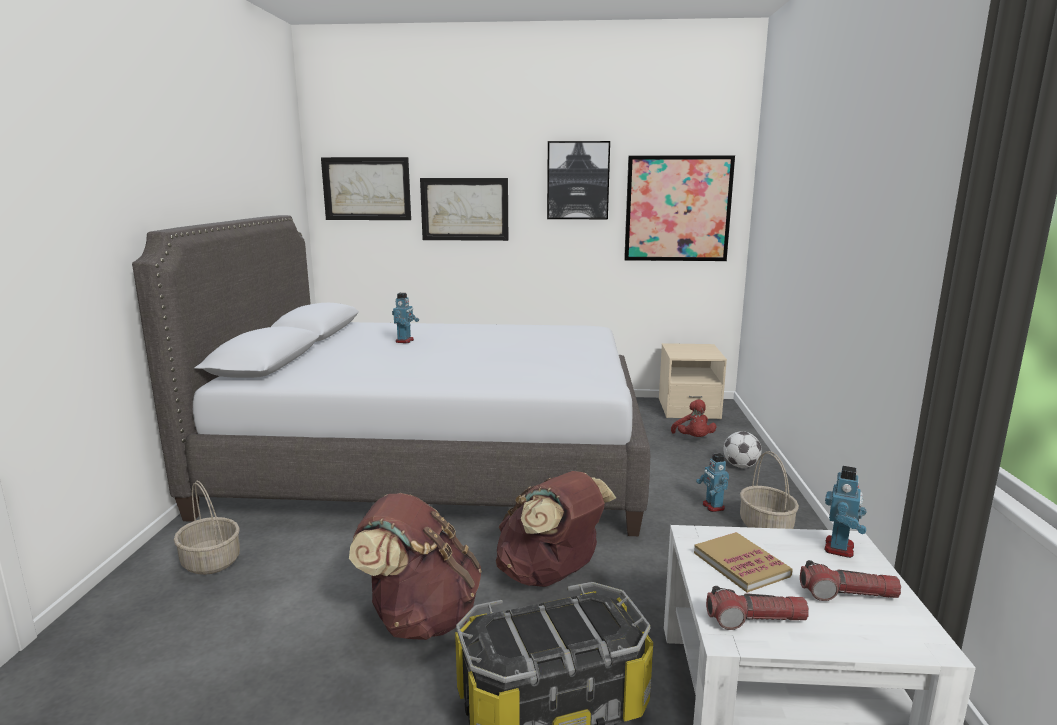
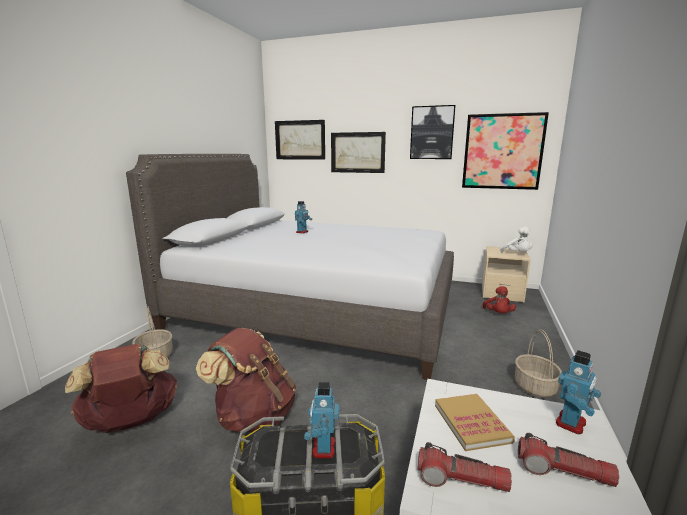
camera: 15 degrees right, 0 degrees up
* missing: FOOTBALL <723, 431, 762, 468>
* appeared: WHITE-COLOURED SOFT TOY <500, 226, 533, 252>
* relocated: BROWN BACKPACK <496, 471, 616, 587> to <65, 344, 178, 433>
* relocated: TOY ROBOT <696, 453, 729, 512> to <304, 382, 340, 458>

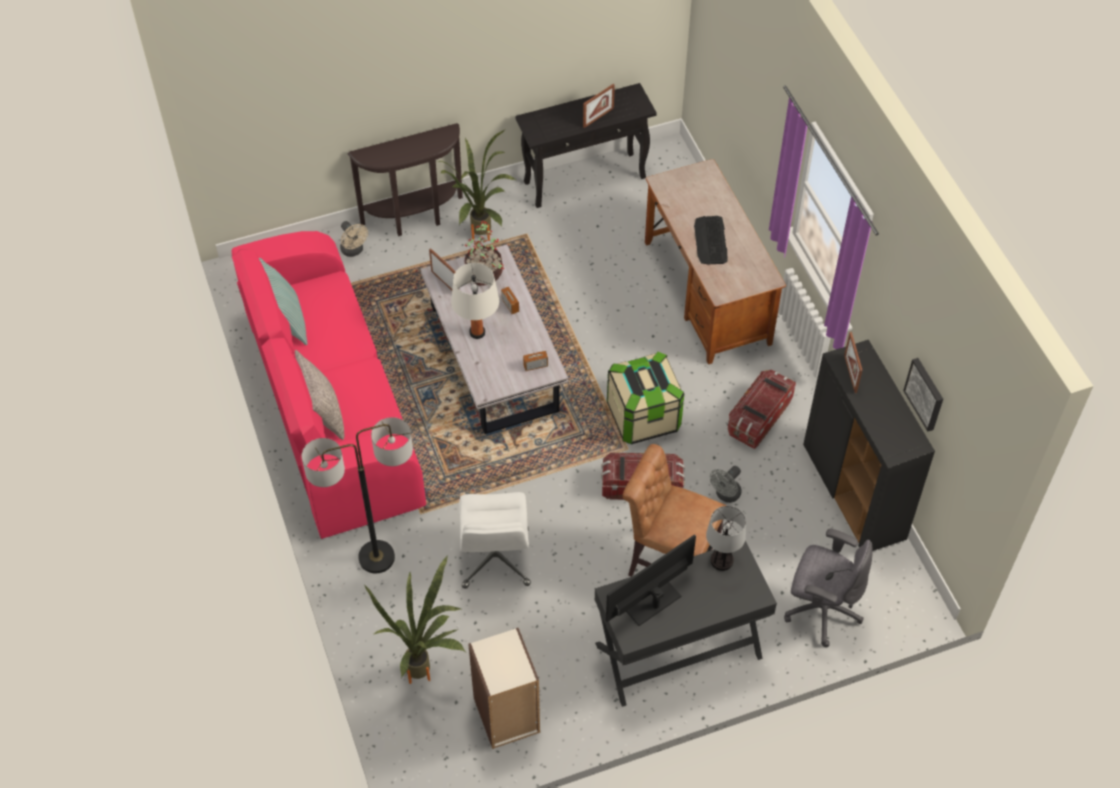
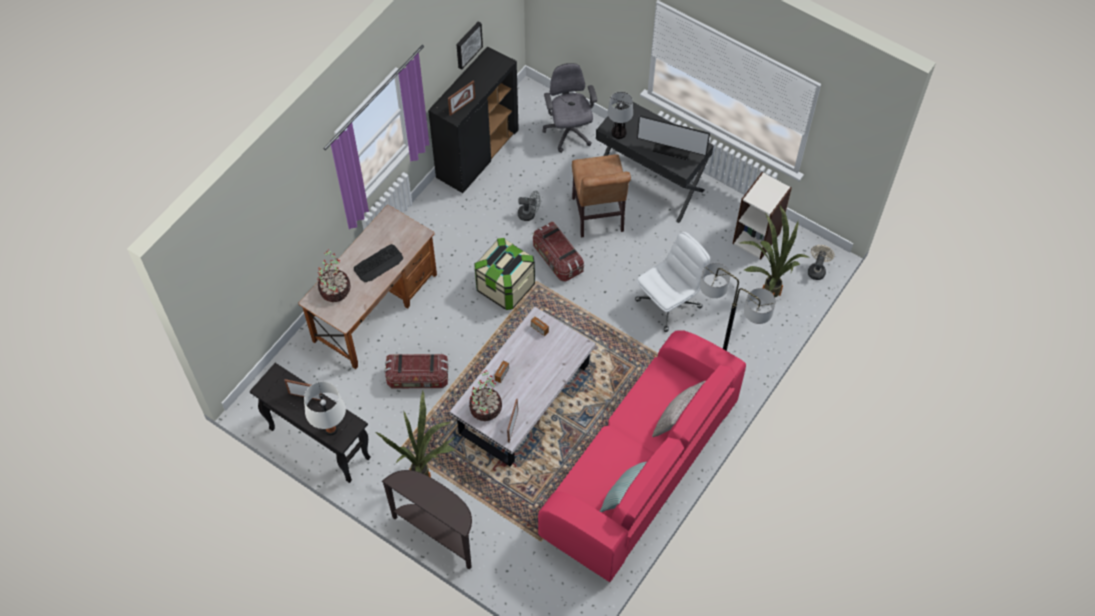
camera: 125 degrees left, 5 degrees up
* appeared: POTTED PLANT <317, 250, 350, 302>
* relocated: SAND-COLOURED COOLING FAN <340, 221, 368, 257> to <808, 245, 835, 280>
* relocated: WHITE-COLOURED LAMP FOR A TABLE <451, 263, 499, 339> to <304, 382, 346, 435>
* relocated: STORAGE BIN <728, 370, 796, 449> to <385, 354, 448, 388>

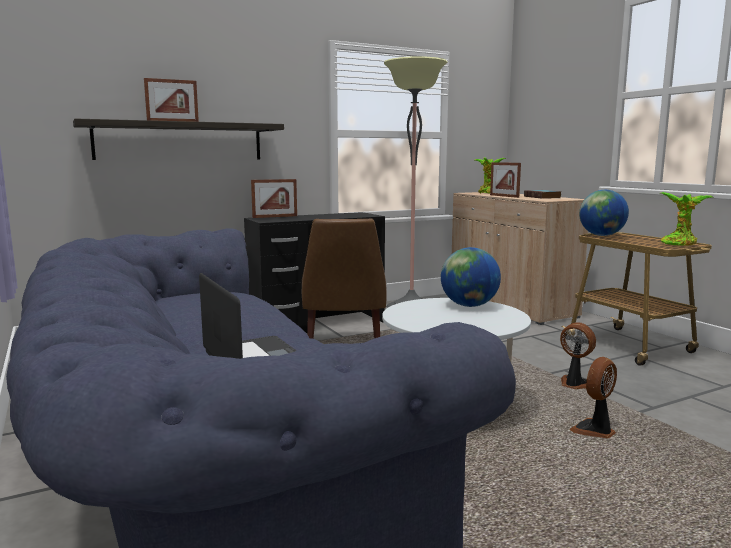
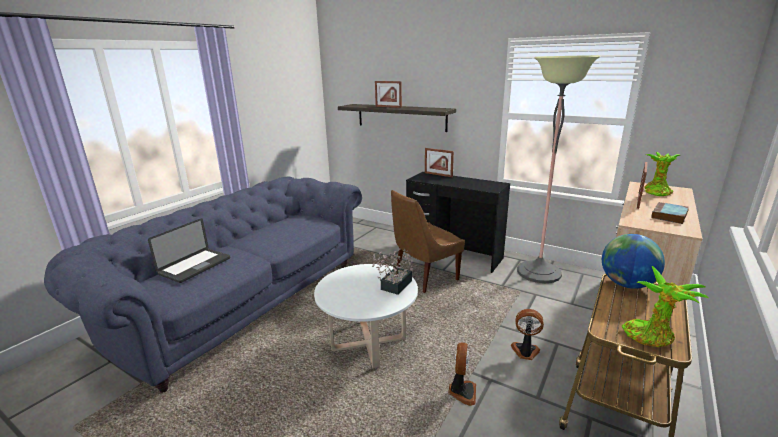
camera: 60 degrees right, 10 degrees up
* relocated: COOLING FAN <570, 357, 617, 439> to <511, 309, 544, 360>
* exchanged: DESK GLOBE <441, 247, 501, 307> to POTTED PLANT <372, 249, 413, 295>

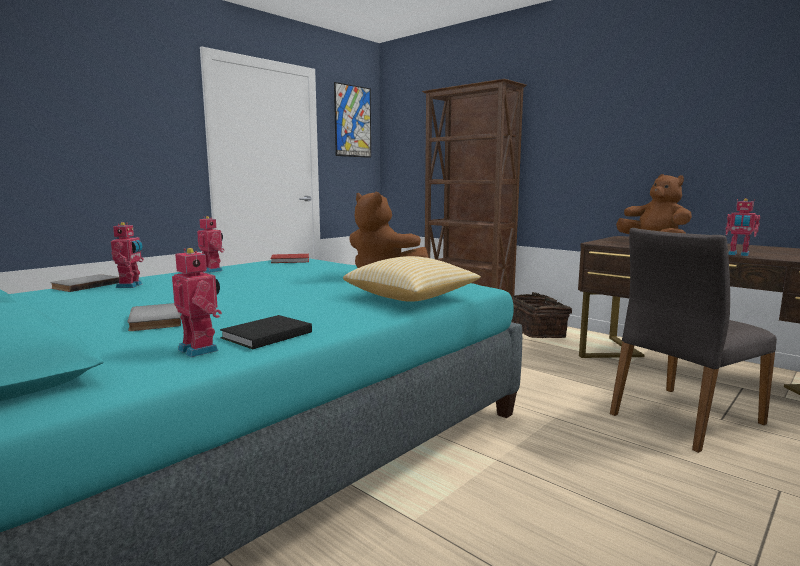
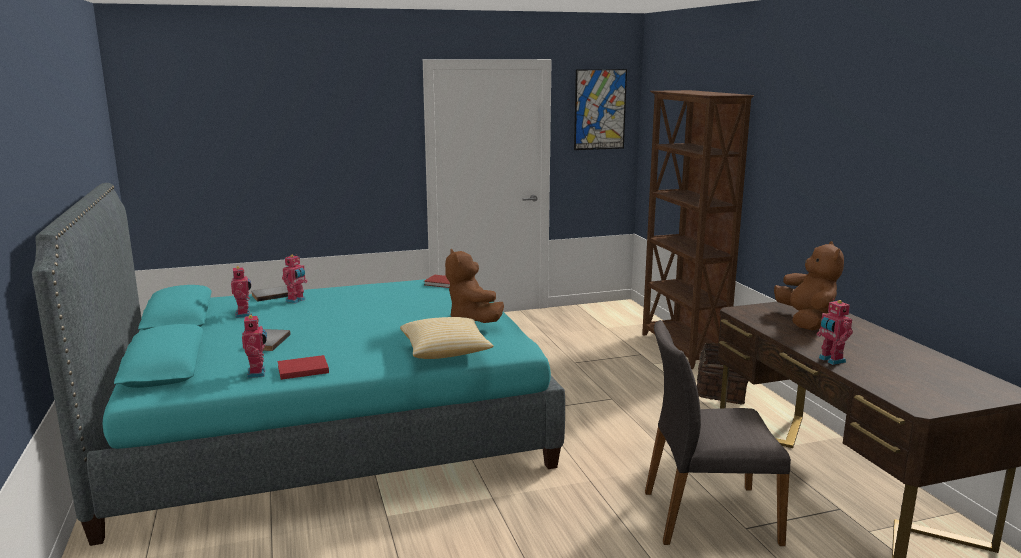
camera: 30 degrees right, 5 degrees up
* relocated: TOY ROBOT <197, 216, 225, 273> to <231, 266, 251, 318>
* colour: BLACK-COLOURED BOUND BOOK <220, 315, 312, 349> to RED-COLOURED BOUND BOOK <278, 355, 329, 380>

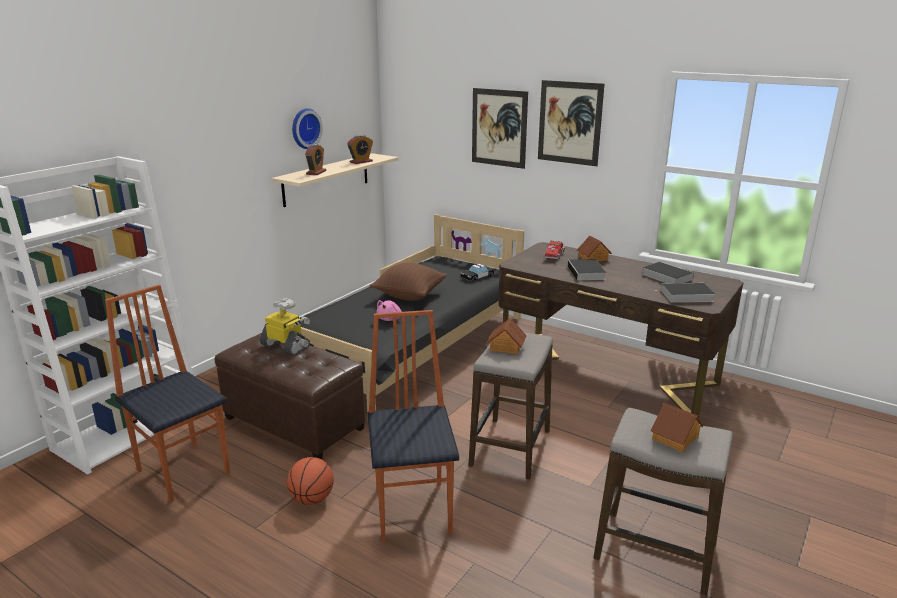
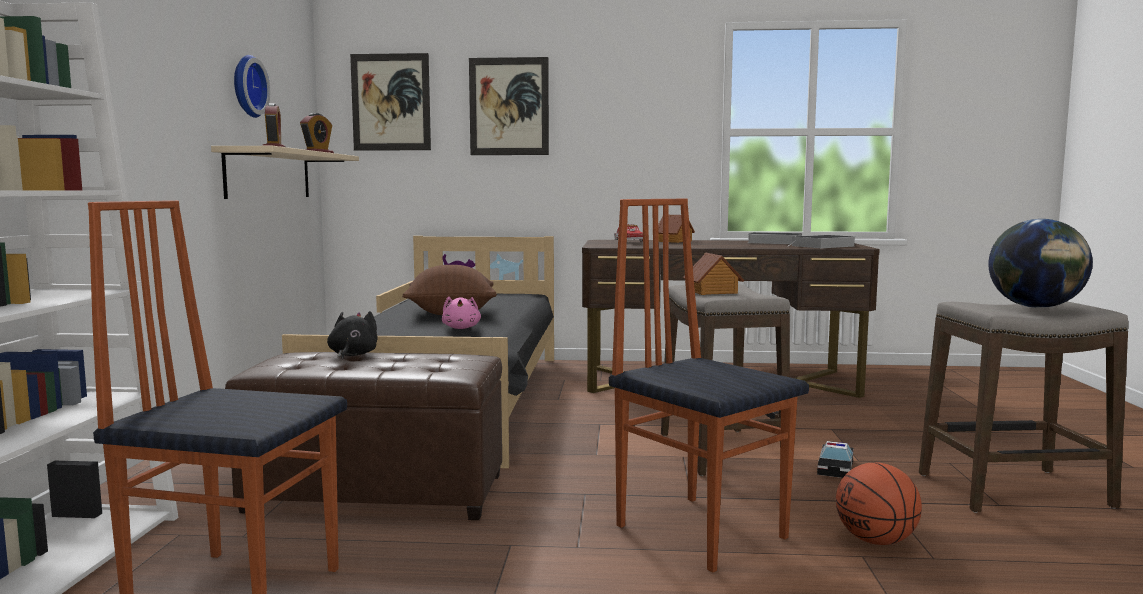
camera: 30 degrees left, 15 degrees down
* missing: BOUND BOOK <568, 259, 606, 283>
* relocated: BASKETBALL <287, 457, 334, 505> to <836, 462, 922, 545>
* relocated: MODEL CAR <461, 264, 494, 282> to <817, 441, 854, 478>
* relocated: WALL ART <538, 80, 604, 166> to <350, 53, 431, 151>
* exchanged: TOY ROBOT <260, 298, 310, 355> to BLACK-COLOURED SOFT TOY <327, 311, 378, 360>
* exchanged: TOY HOUSE <651, 402, 703, 452> to DESK GLOBE <988, 219, 1093, 308>

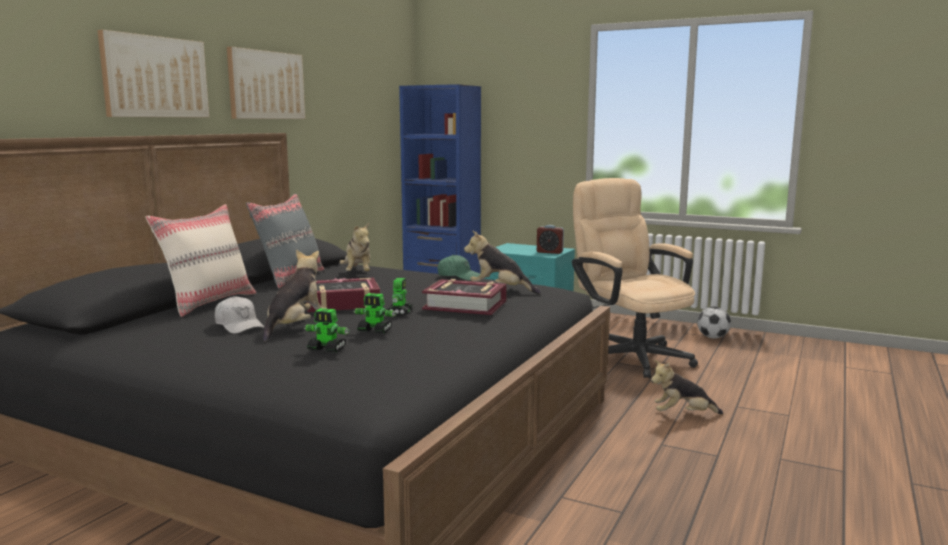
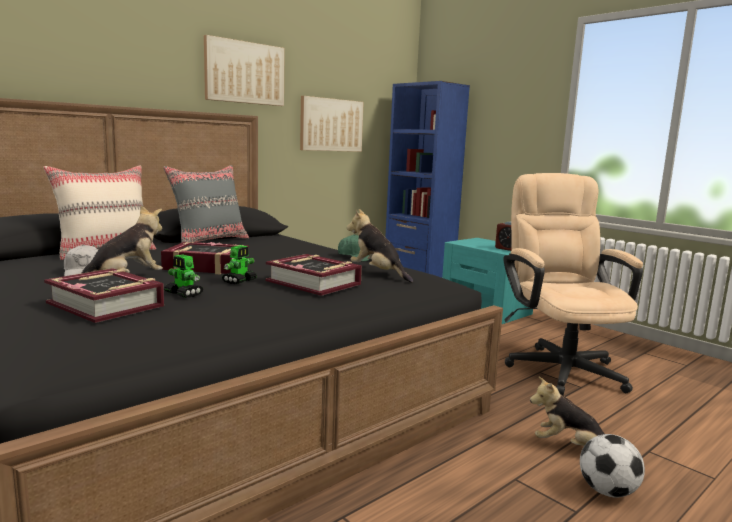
camera: 20 degrees right, 0 degrees up
* missing: SOFT TOY <340, 223, 370, 271>
* relocated: WALL ART <97, 30, 209, 118> to <300, 96, 364, 152>
* relocated: FOOTBALL <697, 306, 731, 339> to <580, 434, 645, 497>
* exchanged: TOY ROBOT <304, 308, 350, 353> to BOUND BOOK <44, 268, 164, 323>

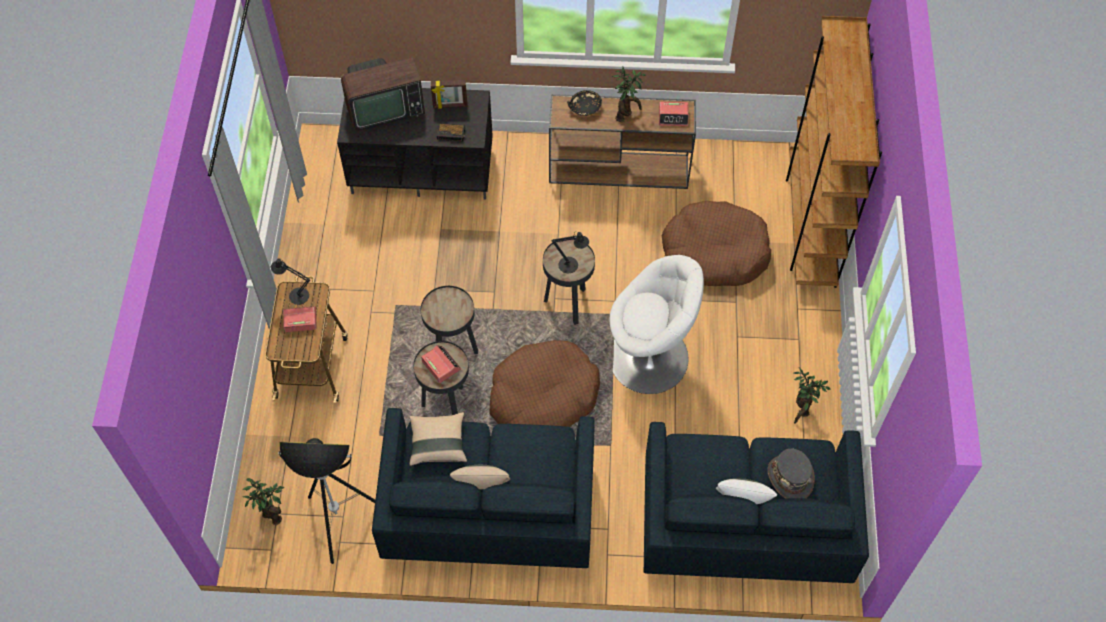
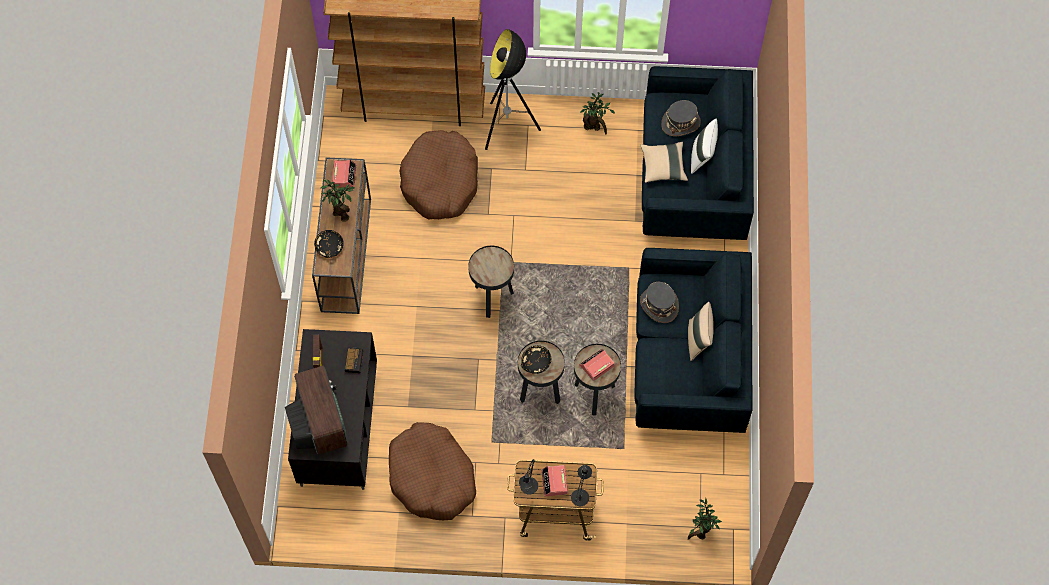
camera: 90 degrees left, 5 degrees up
* missing: WHITE-COLOURED EASY CHAIR <609, 255, 704, 394>
* appeared: BLACK-COLOURED SERVING BOWL <521, 345, 551, 374>
* appeared: GREYISH HAT <640, 282, 679, 323>
* relocated: STANDARD LAMP <278, 438, 375, 564> to <485, 29, 541, 150>
* relocated: SAND-COLOURED CUSHION <409, 412, 467, 466> to <640, 142, 688, 183>
* relocated: BROWN PET BED <490, 340, 600, 427> to <389, 422, 476, 520>
* relocated: BLACK-COLOURED LAMP FOR A TABLE <552, 231, 589, 273> to <571, 465, 592, 506>

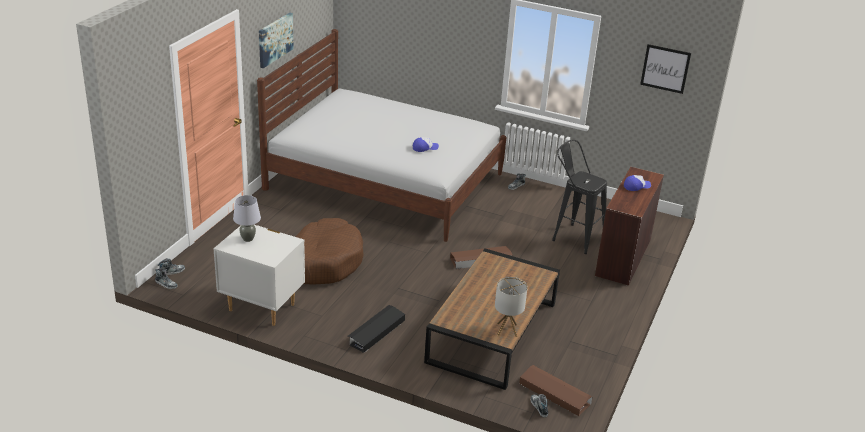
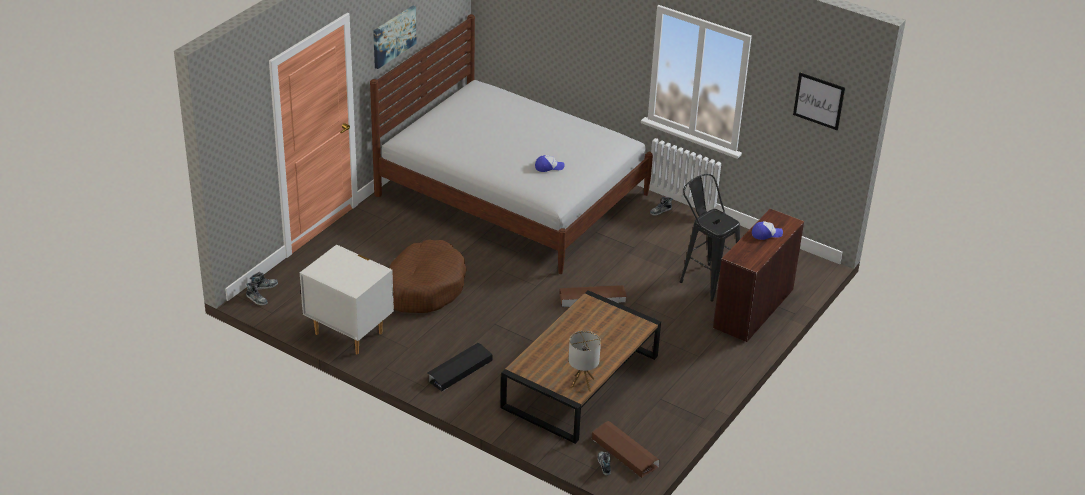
camera: 10 degrees right, 5 degrees up
* missing: GREYISH LAMP FOR A TABLE <233, 195, 261, 242>

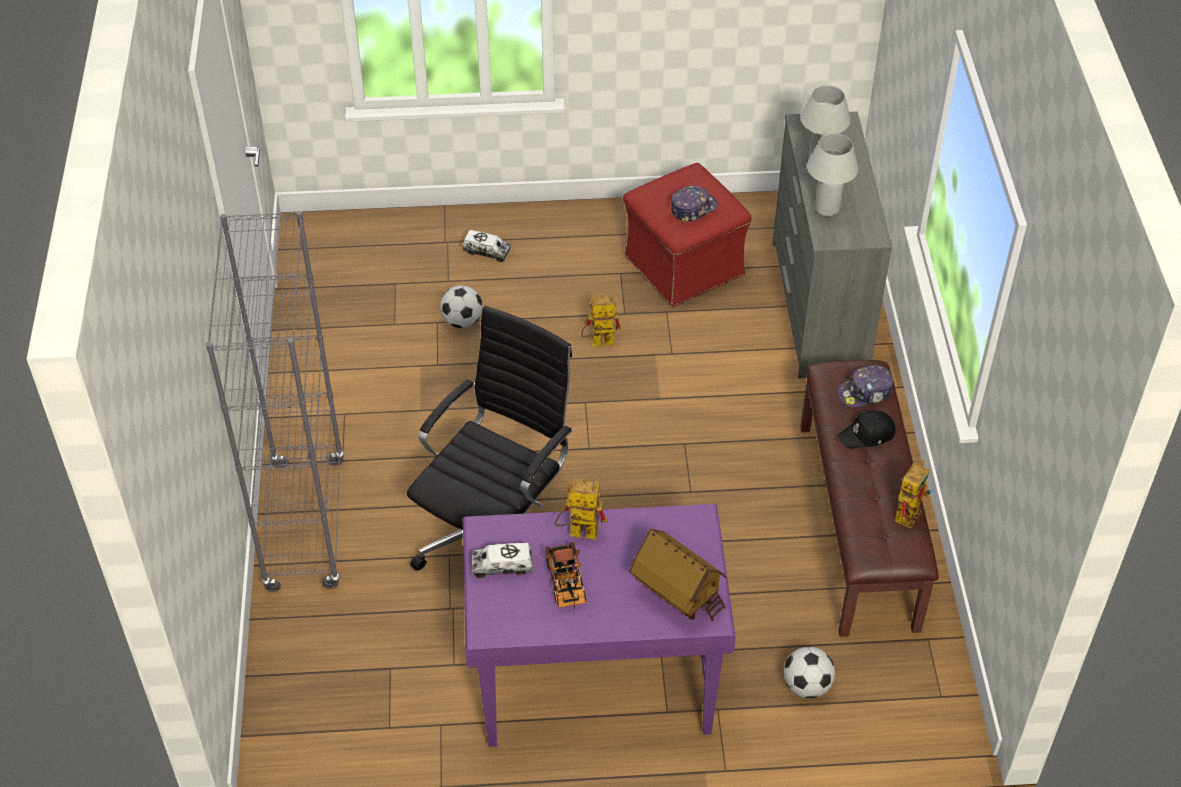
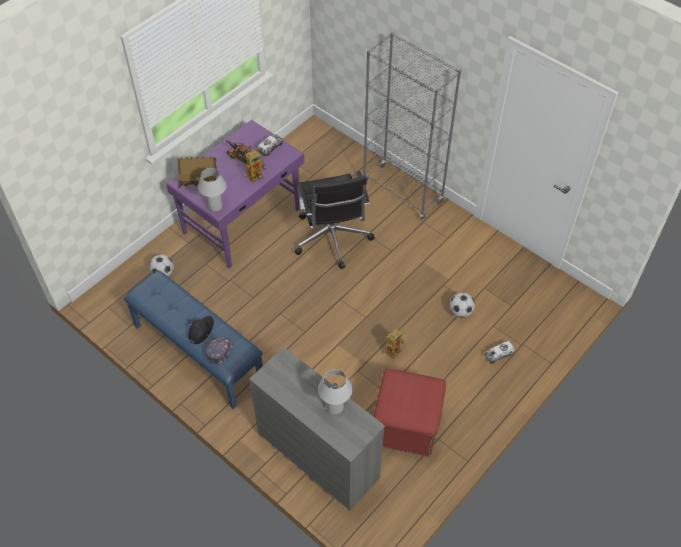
camera: 135 degrees right, 5 degrees up
* missing: CAP <671, 186, 718, 223>
* missing: TOY ROBOT <895, 460, 933, 528>
* relocated: WHITE-COLOURED LAMP FOR A TABLE <807, 133, 859, 216> to <198, 168, 227, 211>
* colour: BROWN LONG SEAT <800, 360, 939, 637> to BLUE LONG SEAT <124, 270, 263, 409>

